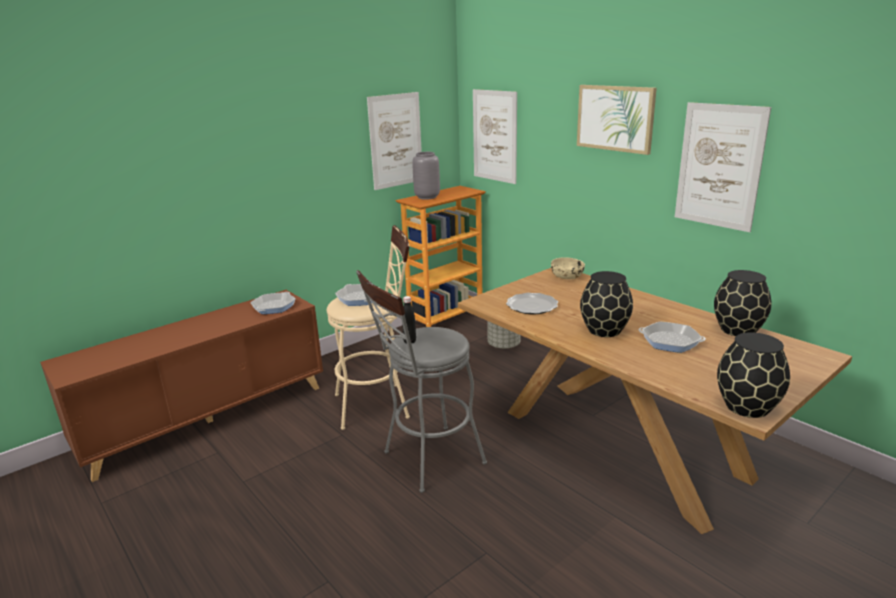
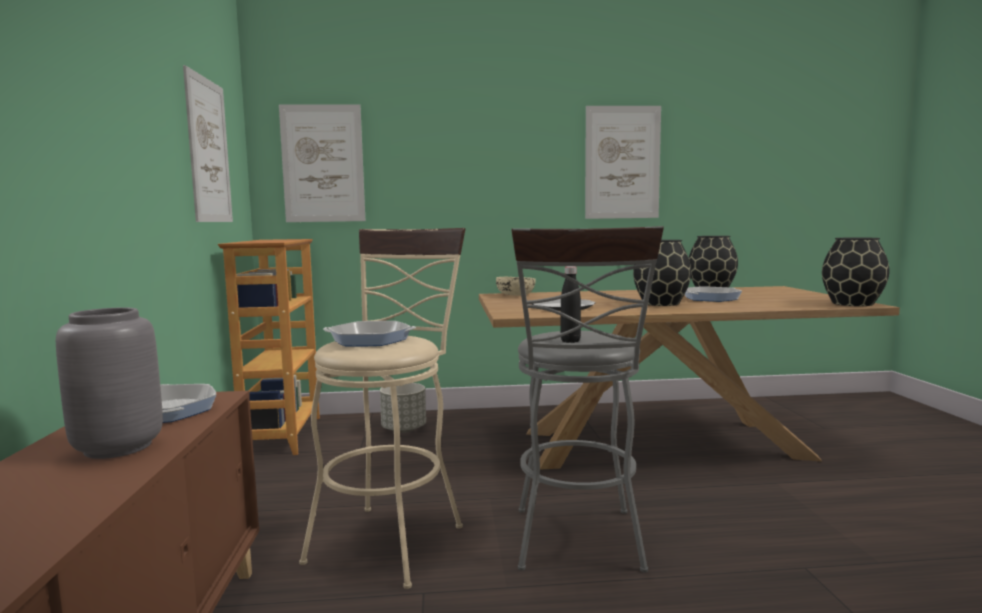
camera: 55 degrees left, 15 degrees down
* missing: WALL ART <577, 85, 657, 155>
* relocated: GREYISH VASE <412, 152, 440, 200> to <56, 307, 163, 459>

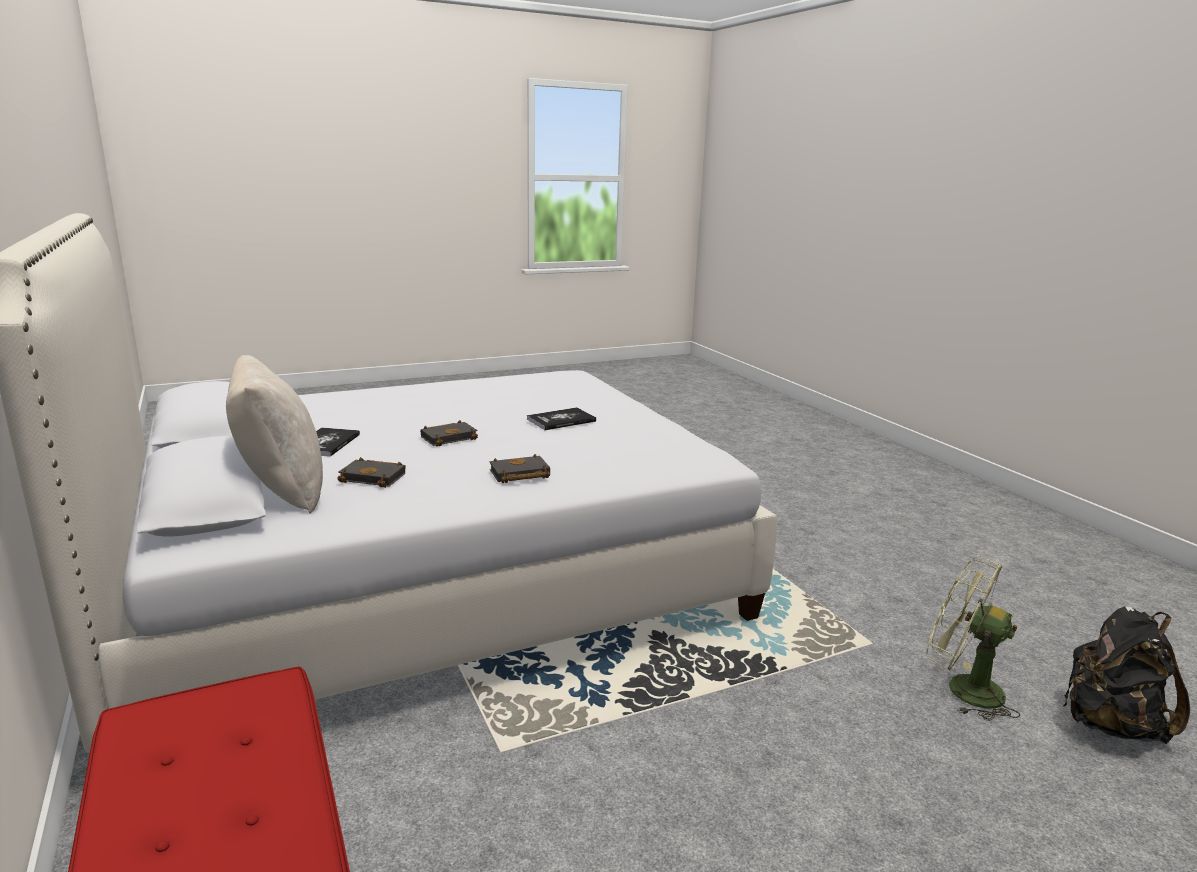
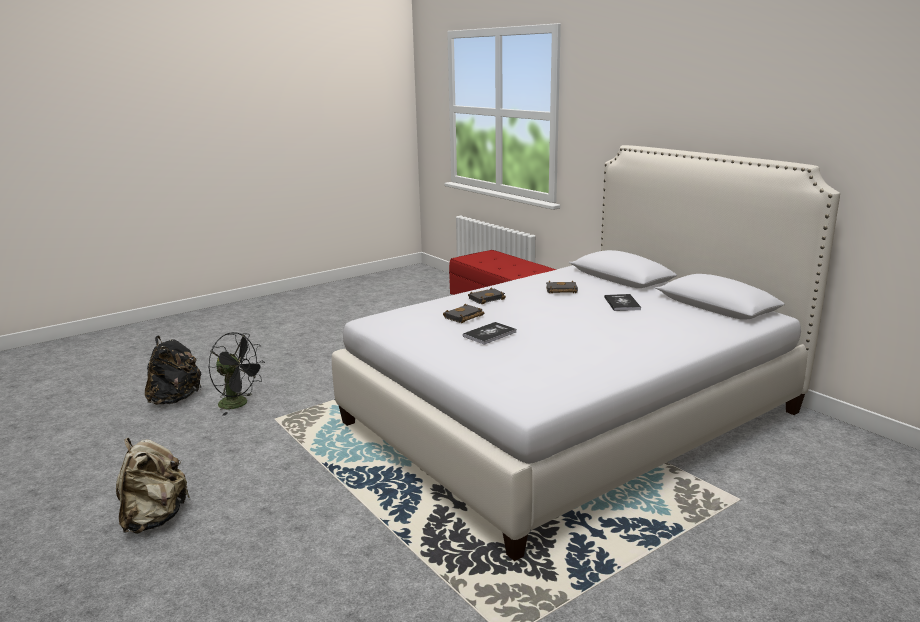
camera: 170 degrees right, 0 degrees up
* missing: SAND-COLOURED CUSHION <226, 355, 323, 513>
* appeared: SAND-COLOURED BACKPACK <116, 438, 190, 534>
* relocated: BLACK-COLOURED BOUND BOOK <420, 420, 478, 447> to <443, 304, 484, 323>
* colour: GREEN COOLING FAN <926, 555, 1020, 721> to BLACK-COLOURED COOLING FAN <209, 332, 265, 416>

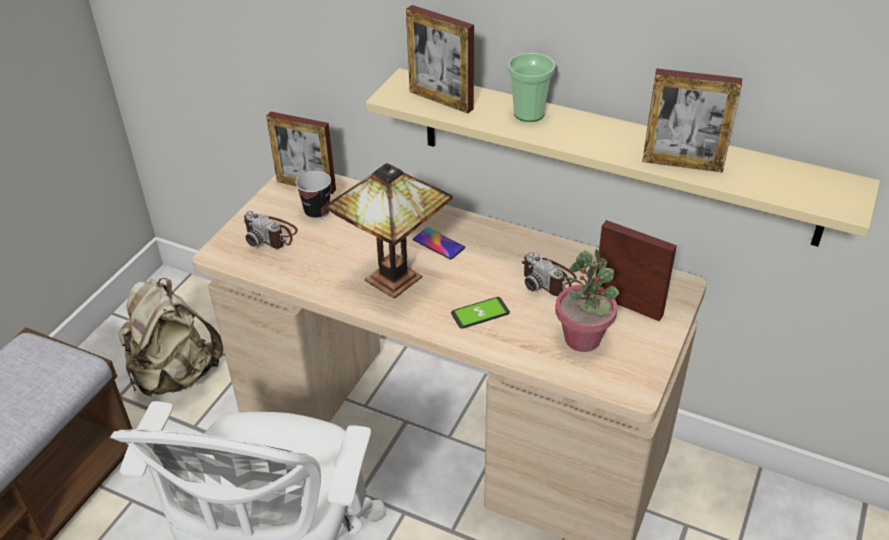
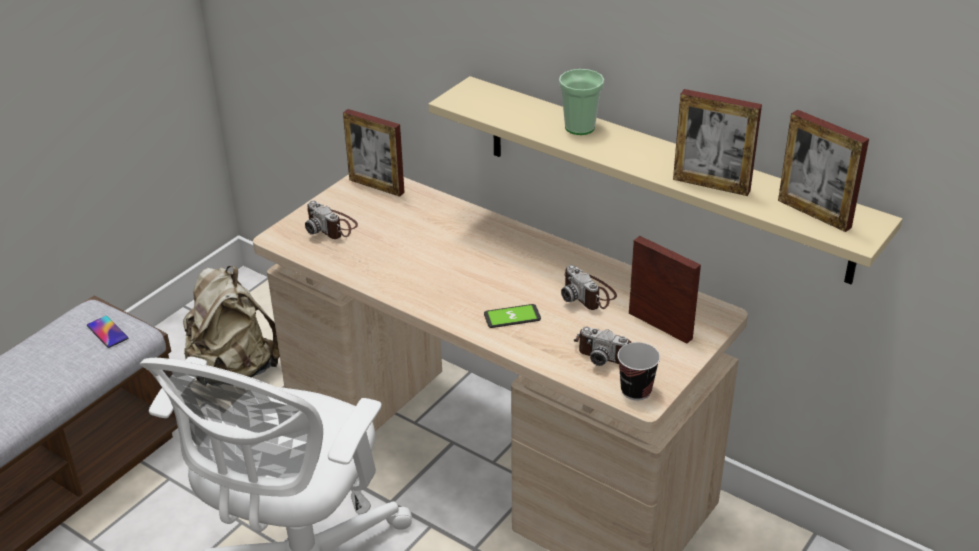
camera: 10 degrees right, 5 degrees down
* missing: LAMP FOR A TABLE <326, 163, 453, 298>
* relocated: DRINKING CUP <295, 171, 331, 219> to <618, 342, 660, 401>
* relocated: STANDING FRAME <406, 5, 474, 113> to <778, 110, 869, 232>
* relocated: HANDSET <413, 228, 465, 260> to <87, 316, 128, 348>
* exchanged: POTTED PLANT <556, 248, 619, 352> to STILL CAMERA <573, 327, 632, 366>

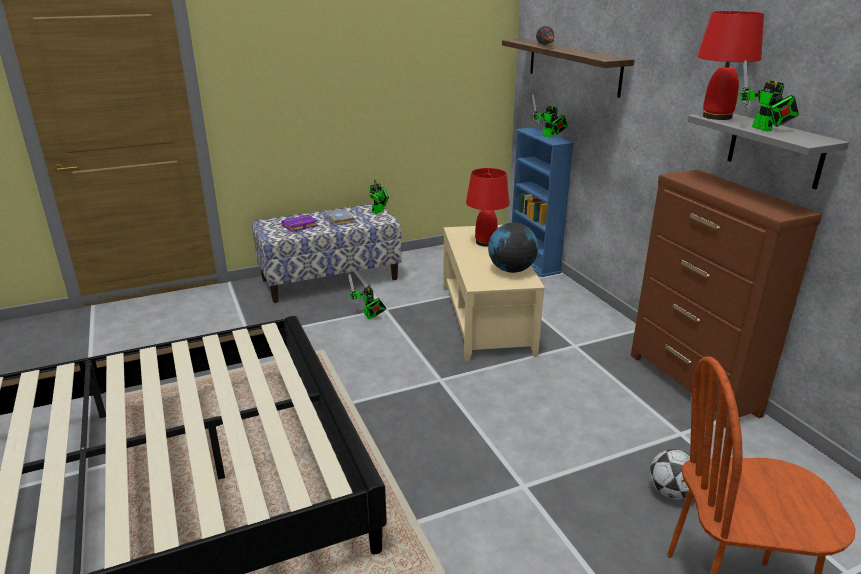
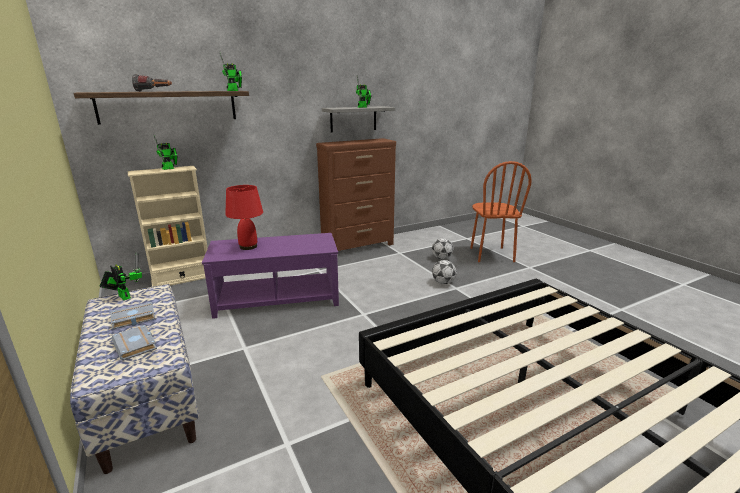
camera: 95 degrees left, 5 degrees down
* missing: DESK GLOBE <488, 223, 538, 273>
* missing: RED-COLOURED LAMP FOR A TABLE <697, 11, 764, 120>
* appeared: FOOTBALL <432, 260, 457, 284>
* relocated: TOY ROBOT <348, 274, 386, 319> to <219, 51, 242, 91>
* colour: PURPLISH BOUND BOOK <281, 215, 318, 232> to GREYISH BOUND BOOK <112, 325, 157, 361>
* colour: SAND-COLOURED COFFEE TABLE <443, 225, 545, 361> to PURPLISH COFFEE TABLE <202, 233, 339, 319>
* colour: BLUE SHELVING UNIT <512, 127, 574, 277> to SAND-COLOURED SHELVING UNIT <128, 166, 208, 287>

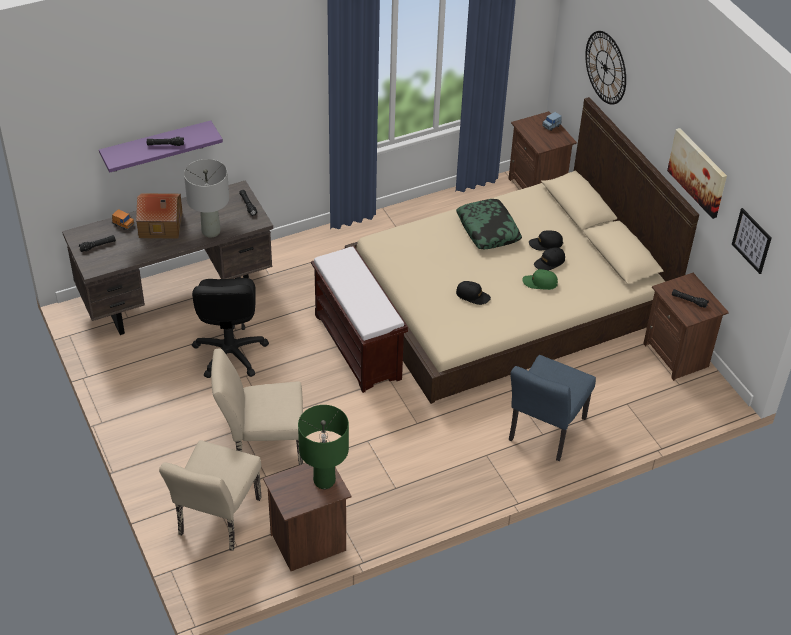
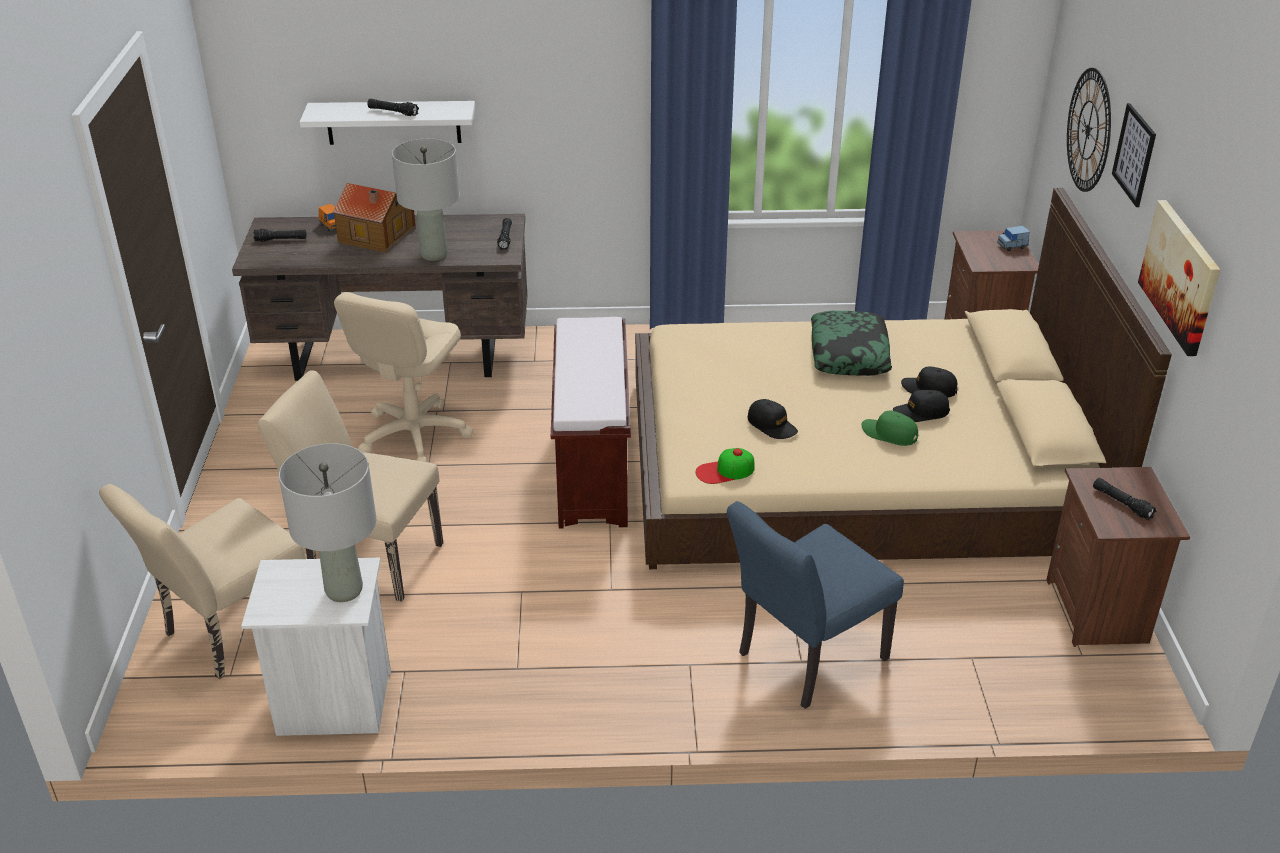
camera: 25 degrees right, 10 degrees down
* appeared: CAP <696, 448, 755, 484>
* relocated: WALL ART <732, 208, 771, 274> to <1112, 103, 1156, 207>
* colour: PURPLISH BRACKET SHELF <99, 120, 223, 173> to WHITE-COLOURED BRACKET SHELF <300, 101, 475, 145>
* colour: BLACK-COLOURED COMPUTER CHAIR <192, 278, 269, 378> to SAND-COLOURED COMPUTER CHAIR <334, 292, 473, 462>
* colour: BROWN BEDSIDE TABLE <263, 463, 352, 571> to WHITE-COLOURED BEDSIDE TABLE <241, 558, 391, 736>
* colour: GREEN LAMP FOR A TABLE <298, 405, 349, 489> to GREYISH LAMP FOR A TABLE <279, 443, 376, 602>

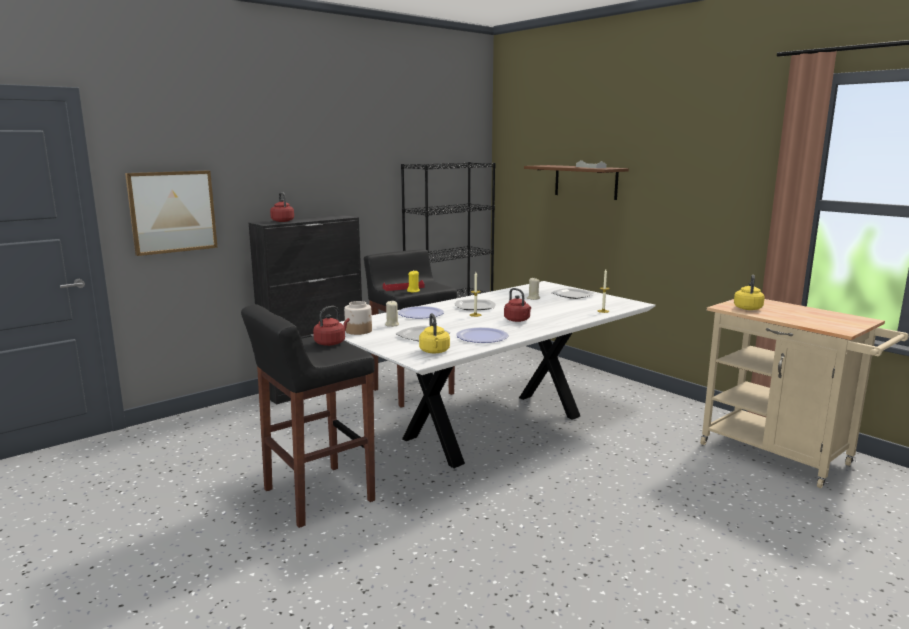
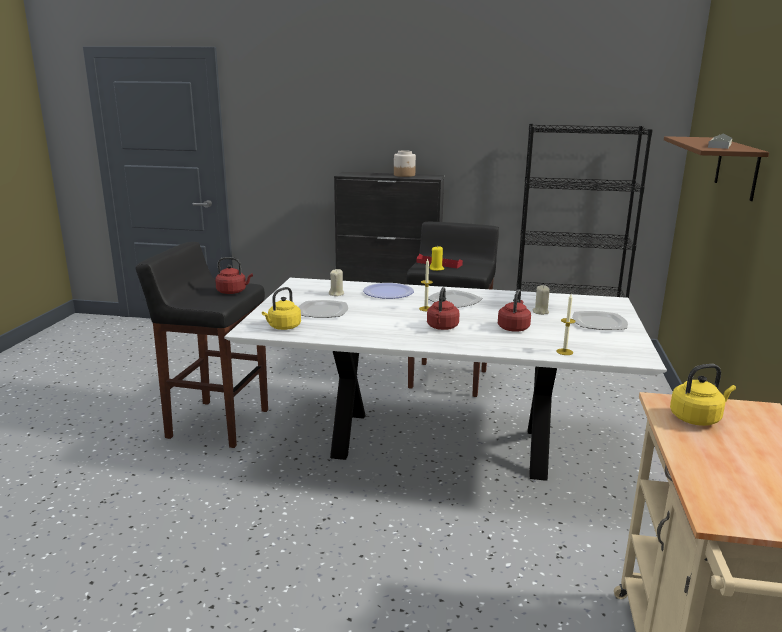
camera: 50 degrees right, 5 degrees up
* missing: WALL ART <125, 171, 218, 256>
* missing: FLAT DISH <456, 327, 508, 343>
* relocated: RED-COLOURED TEA KETTLE <270, 192, 294, 222> to <498, 289, 531, 332>
* relocated: PRESERVE JAR <344, 301, 372, 335> to <394, 150, 416, 177>

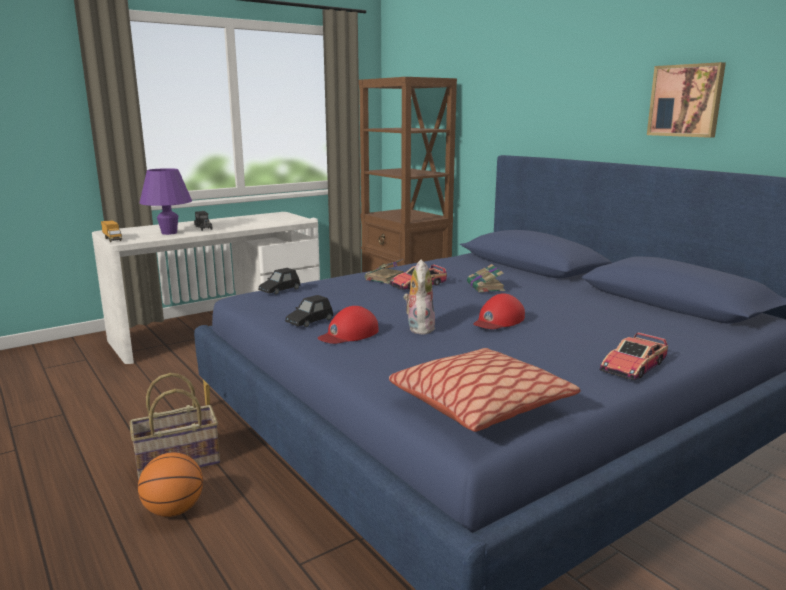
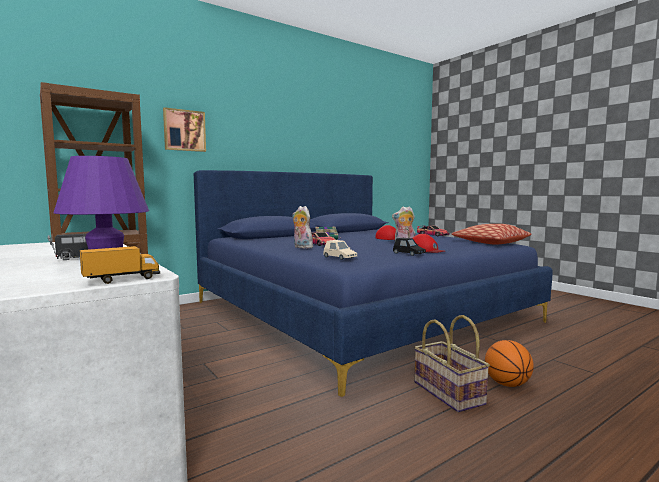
camera: 90 degrees left, 10 degrees down
* relocated: WALL ART <647, 62, 726, 138> to <163, 107, 206, 152>
* exchanged: BOUND BOOK <365, 259, 404, 284> to SOFT TOY <292, 206, 313, 248>
* colour: BLACK-COLOURED MODEL CAR <258, 268, 301, 295> to SAND-COLOURED MODEL CAR <323, 240, 358, 260>

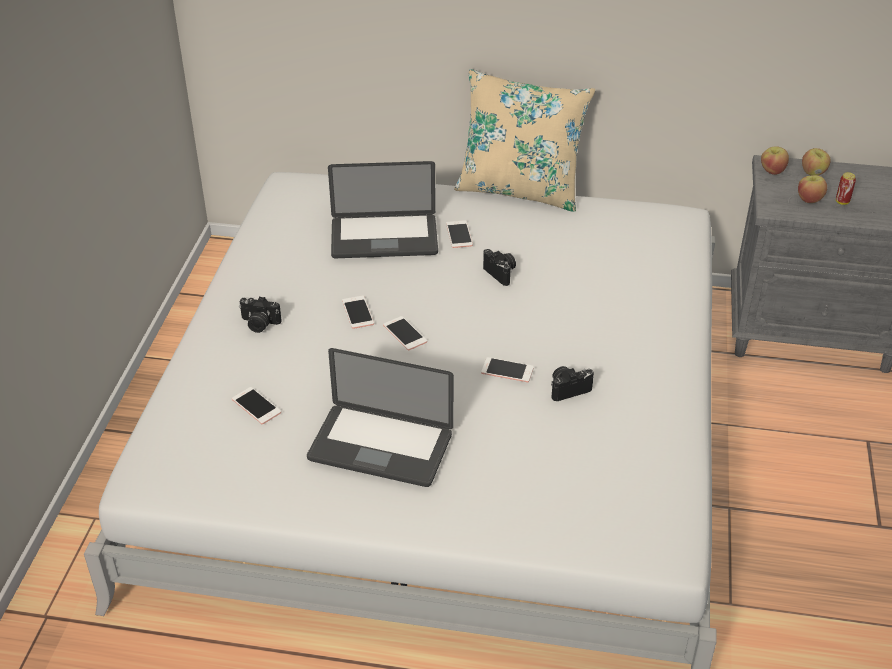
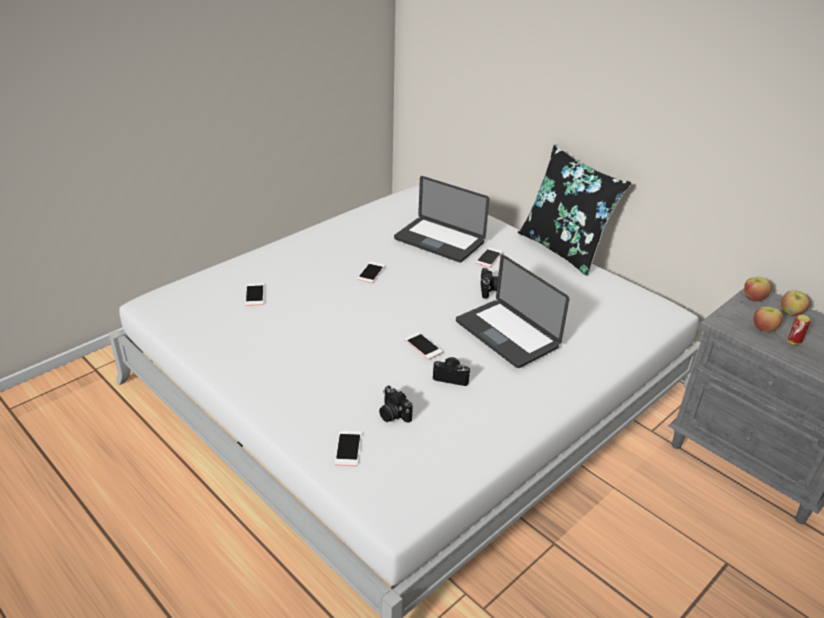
camera: 35 degrees right, 5 degrees down
* relocated: STILL CAMERA <239, 296, 282, 333> to <379, 386, 413, 423>
* relocated: LAPTOP <307, 348, 454, 487> to <456, 254, 569, 368>
* relocated: HANDSET <383, 316, 427, 350> to <334, 431, 362, 466>
* colour: SAND-COLOURED CUSHION <454, 69, 595, 212> to BLACK-COLOURED CUSHION <518, 145, 631, 276>

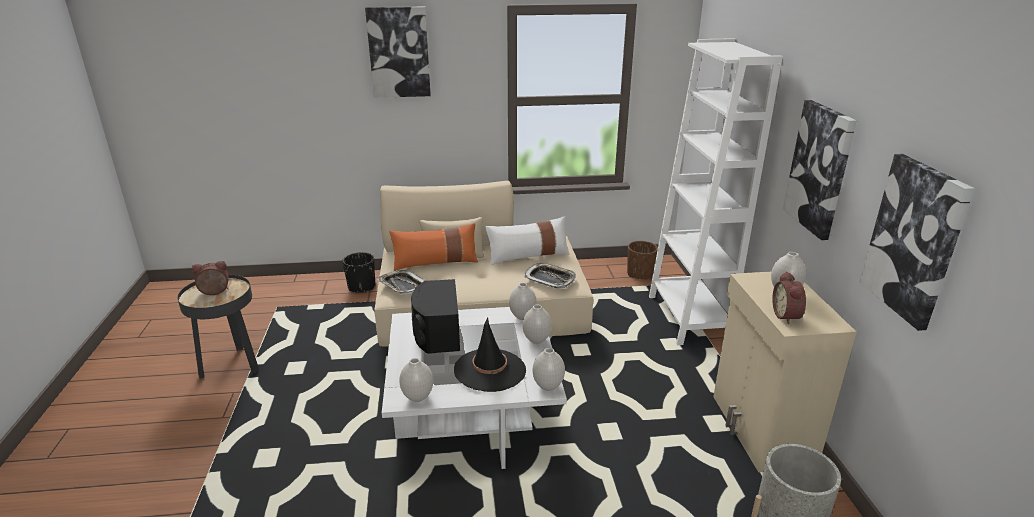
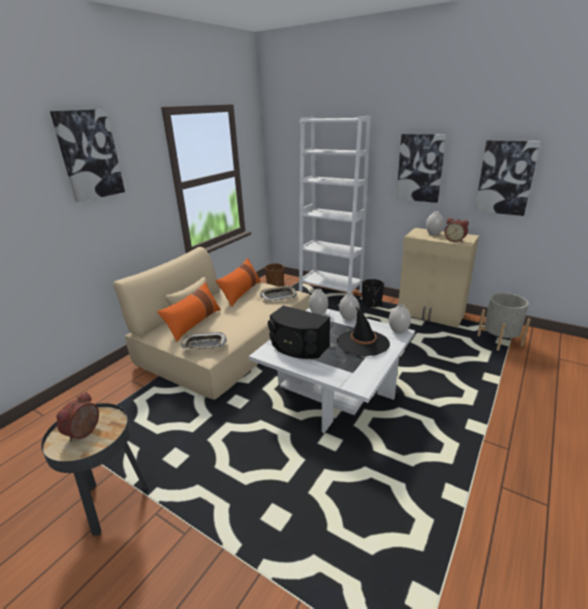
camera: 50 degrees left, 0 degrees up
* missing: WHITE-COLOURED VASE <399, 358, 433, 402>
* relocated: BLACK-COLOURED PLANTER <342, 252, 375, 293> to <362, 279, 384, 307>
* colour: WHITE-COLOURED CUSHION <485, 216, 570, 265> to ORANGE-COLOURED CUSHION <215, 258, 261, 307>

